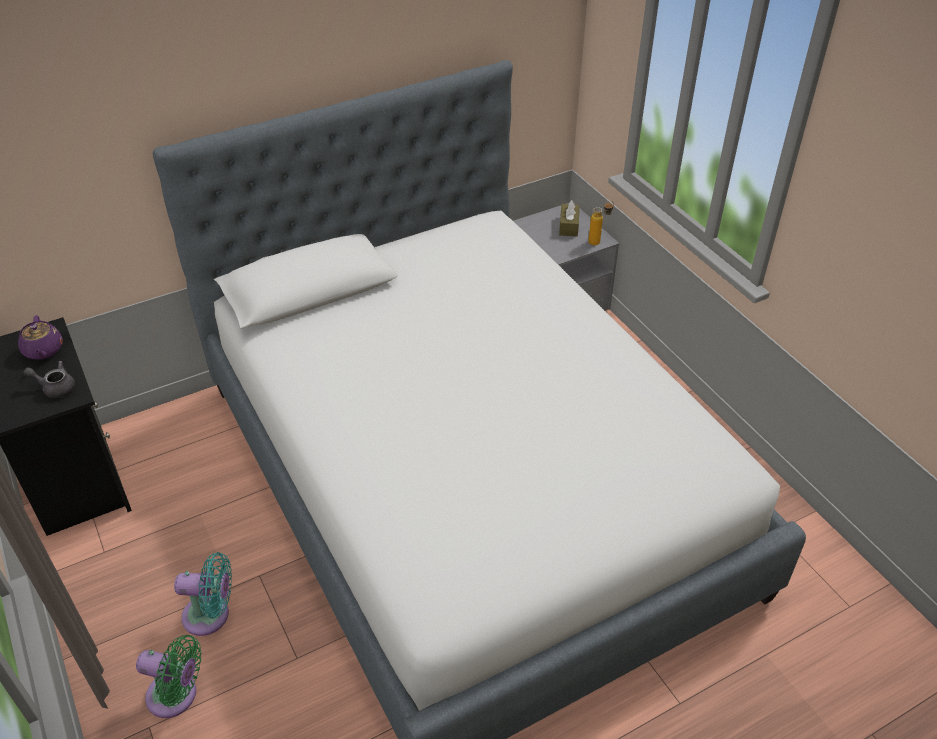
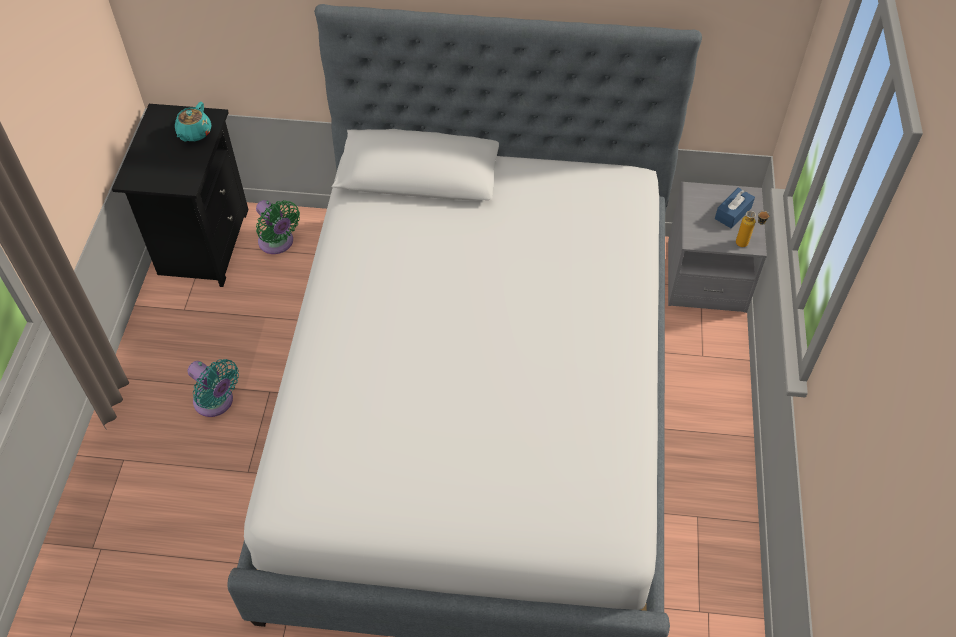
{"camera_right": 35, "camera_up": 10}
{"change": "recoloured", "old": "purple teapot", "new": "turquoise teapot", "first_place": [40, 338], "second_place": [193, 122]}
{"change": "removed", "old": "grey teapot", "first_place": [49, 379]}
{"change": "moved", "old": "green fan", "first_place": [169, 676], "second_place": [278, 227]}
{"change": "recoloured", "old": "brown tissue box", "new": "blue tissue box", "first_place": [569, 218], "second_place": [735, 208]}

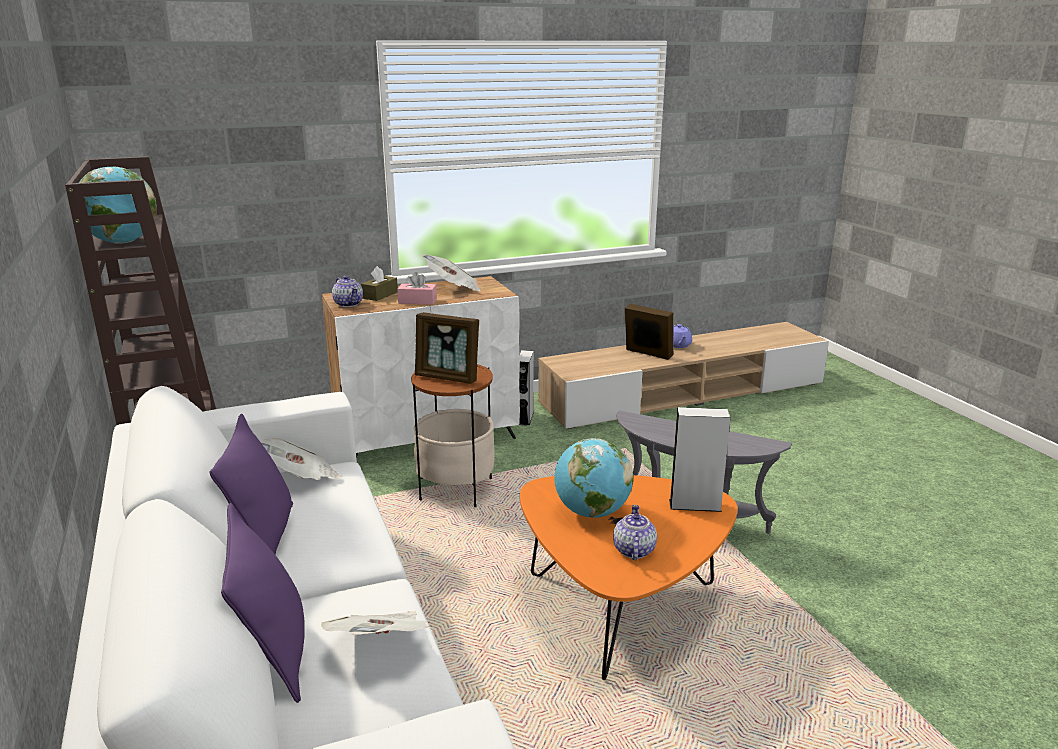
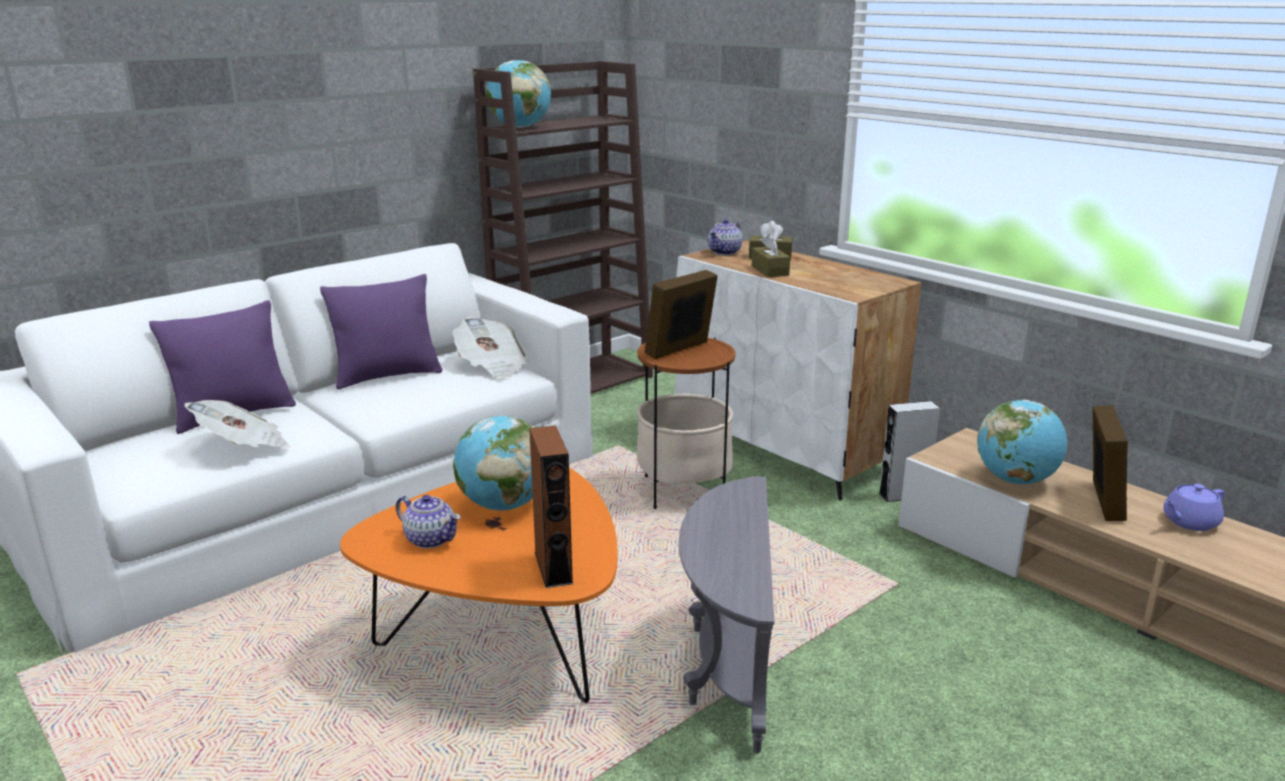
{"camera_right": 70, "camera_up": 0}
{"change": "recoloured", "old": "pink tissue box", "new": "brown tissue box", "first_place": [417, 288], "second_place": [771, 255]}
{"change": "turned", "old": "picture frame", "first_place": [447, 348], "second_place": [681, 314], "degrees": 45}
{"change": "removed", "old": "newspaper", "first_place": [451, 272]}
{"change": "turned", "old": "teapot", "first_place": [635, 532], "second_place": [428, 522], "degrees": 45}
{"change": "recoloured", "old": "grey speaker", "new": "brown speaker", "first_place": [700, 459], "second_place": [551, 506]}
{"change": "added", "new": "globe", "second_place": [1022, 442]}

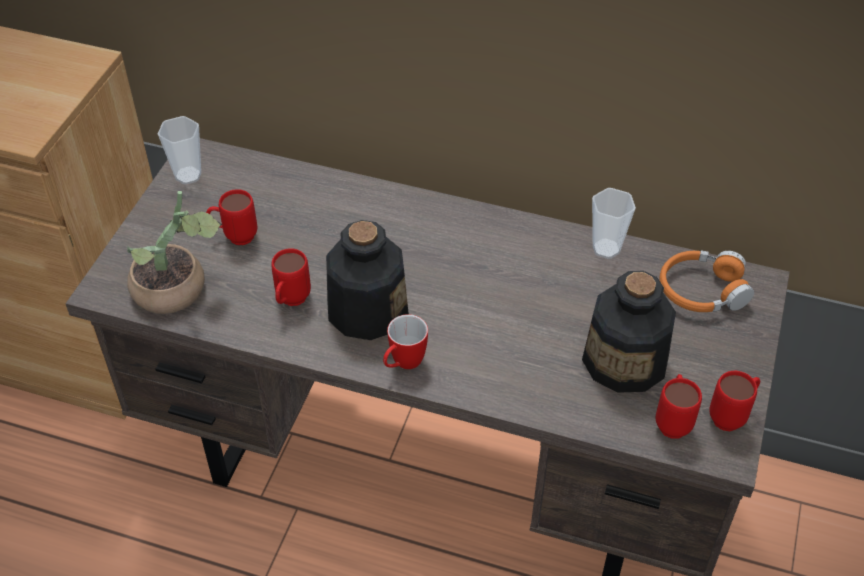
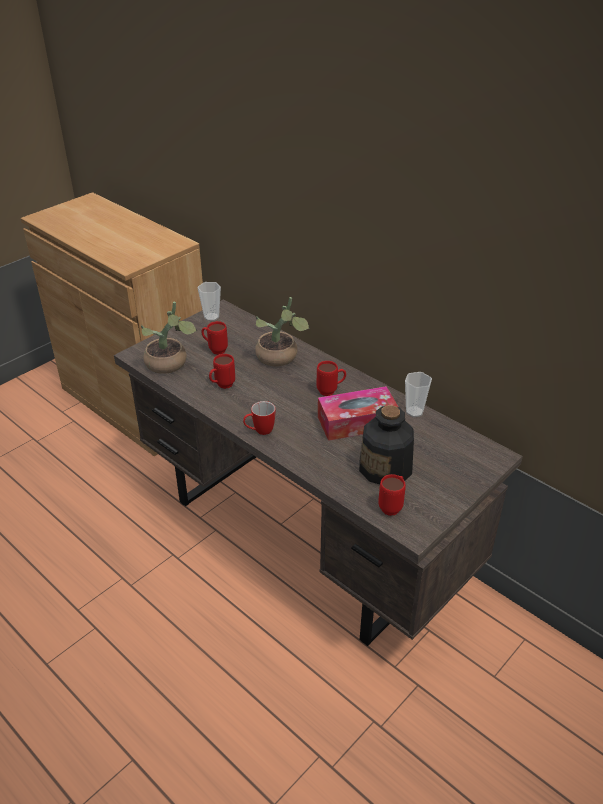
{"camera_right": 25, "camera_up": -10}
{"change": "removed", "old": "bottle", "first_place": [367, 280]}
{"change": "removed", "old": "orange headphones", "first_place": [706, 281]}
{"change": "moved", "old": "red mug", "first_place": [734, 401], "second_place": [331, 378]}
{"change": "added", "new": "potted plant", "second_place": [282, 331]}
{"change": "added", "new": "tissue box", "second_place": [358, 413]}

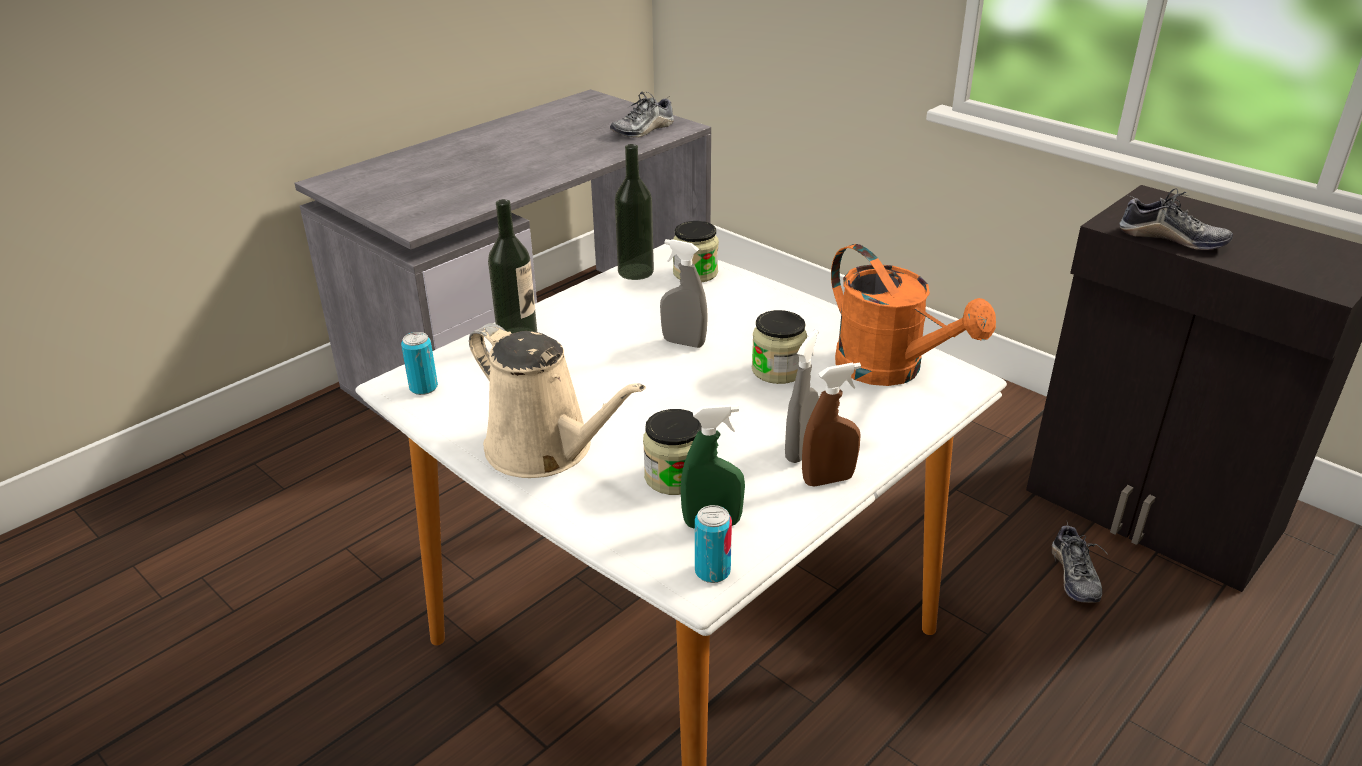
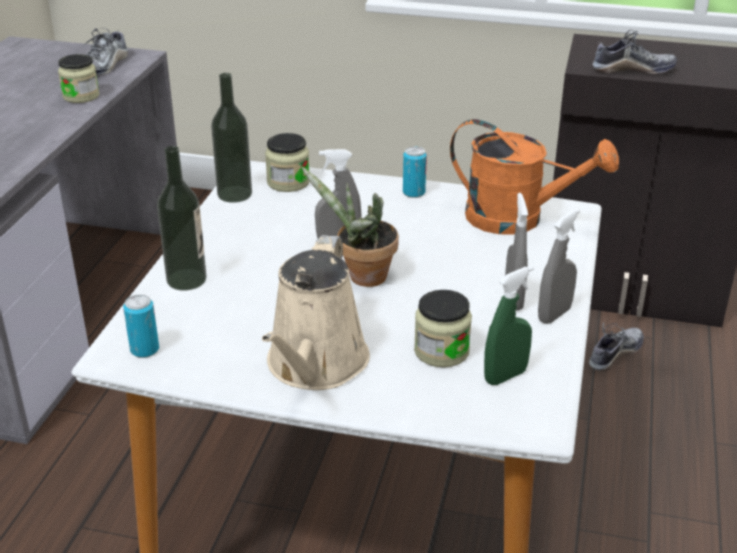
{"camera_right": -30, "camera_up": 0}
{"change": "turned", "old": "beige watering can", "first_place": [557, 400], "second_place": [316, 312], "degrees": 90}
{"change": "moved", "old": "can", "first_place": [713, 544], "second_place": [415, 172]}
{"change": "moved", "old": "jar", "first_place": [779, 347], "second_place": [78, 78]}
{"change": "recoloured", "old": "brown spray bottle", "new": "grey spray bottle", "first_place": [831, 424], "second_place": [559, 266]}
{"change": "turned", "old": "shoe", "first_place": [1080, 562], "second_place": [616, 347], "degrees": -105}
{"change": "added", "new": "potted plant", "second_place": [350, 227]}

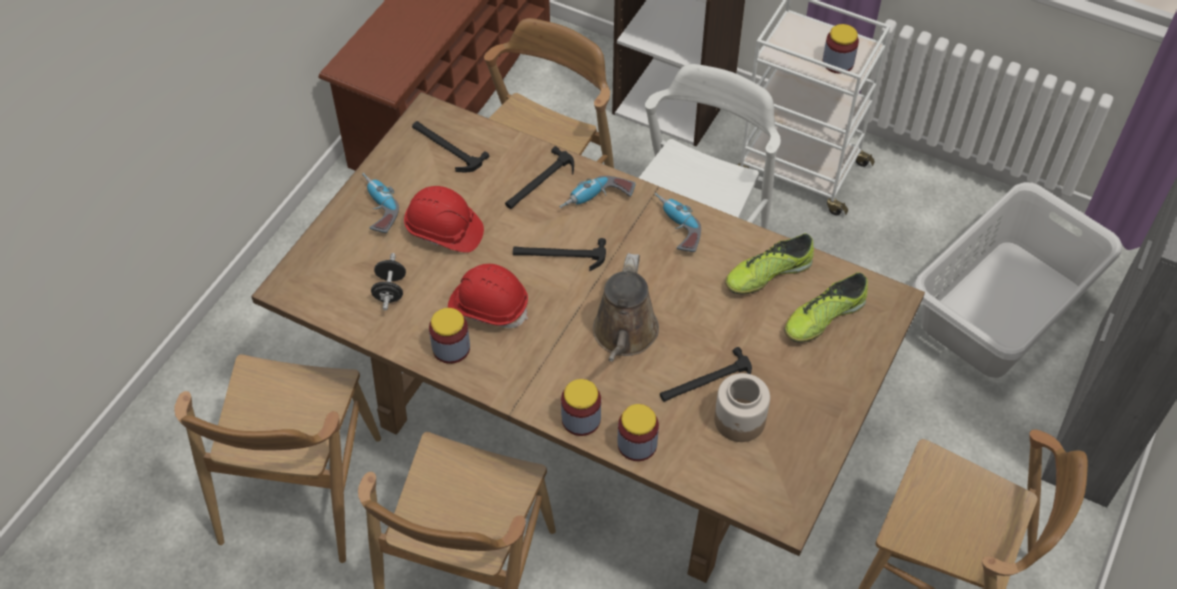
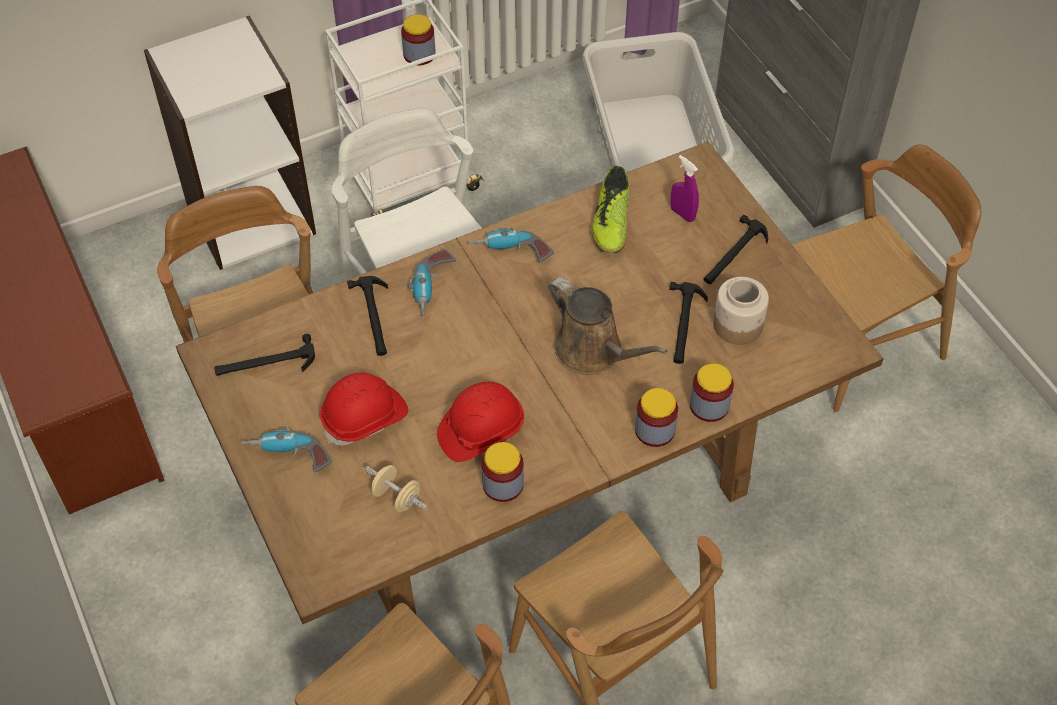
{"camera_right": -55, "camera_up": 0}
{"change": "recoloured", "old": "black dumbbell", "new": "beige dumbbell", "first_place": [388, 282], "second_place": [396, 488]}
{"change": "moved", "old": "hammer", "first_place": [559, 254], "second_place": [736, 249]}
{"change": "replaced", "old": "shoe", "new": "purple spray bottle", "first_place": [826, 307], "second_place": [684, 188]}

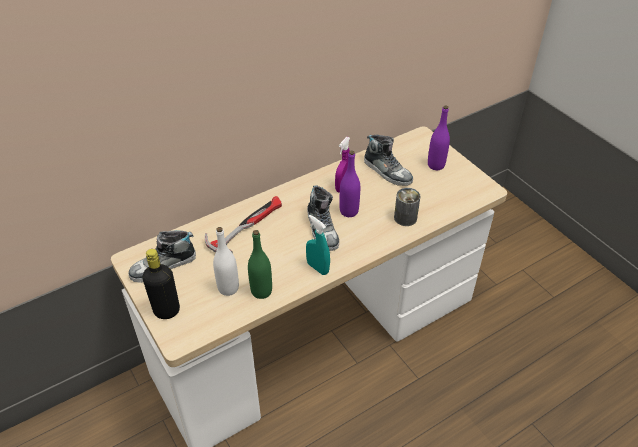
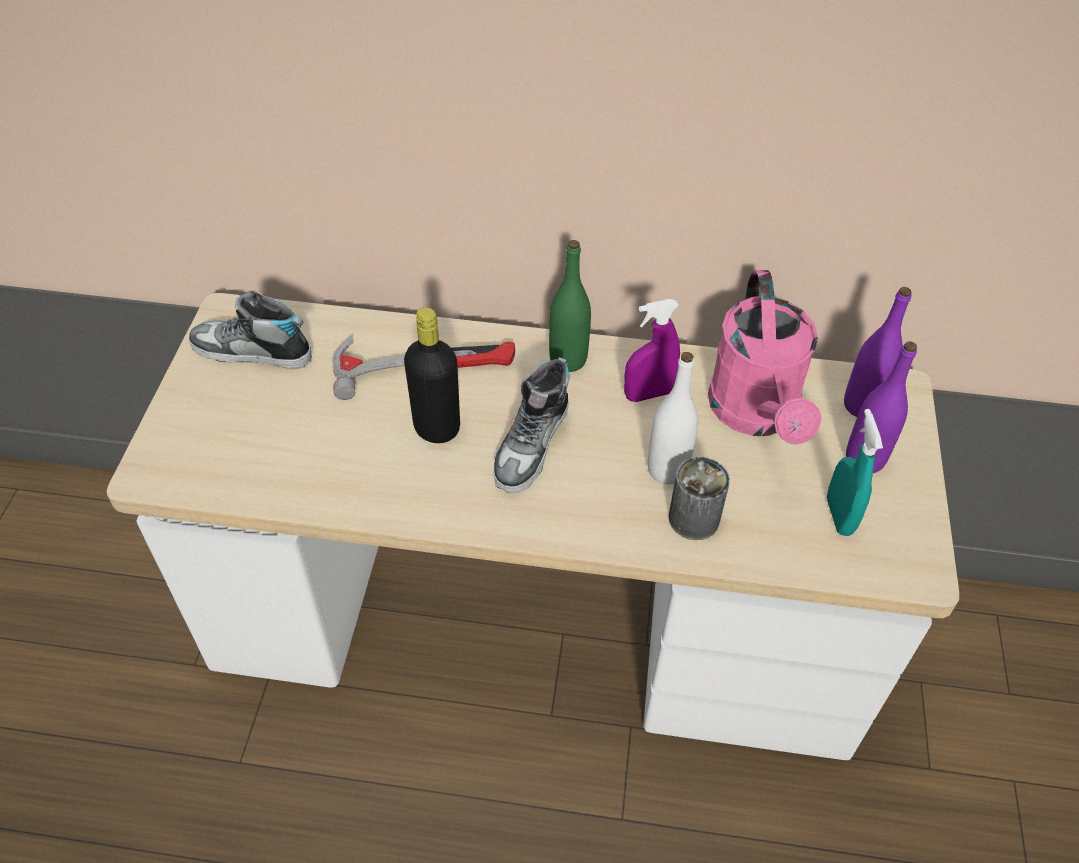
{"camera_right": 40, "camera_up": 5}
{"change": "moved", "old": "black bottle", "first_place": [161, 284], "second_place": [432, 375]}
{"change": "moved", "old": "white bottle", "first_place": [226, 261], "second_place": [673, 418]}
{"change": "moved", "old": "green bottle", "first_place": [260, 264], "second_place": [570, 306]}
{"change": "moved", "old": "turquoise spray bottle", "first_place": [318, 245], "second_place": [855, 472]}
{"change": "moved", "old": "purple bottle", "first_place": [349, 183], "second_place": [878, 352]}
{"change": "replaced", "old": "shoe", "new": "pink watering can", "first_place": [388, 160], "second_place": [764, 357]}

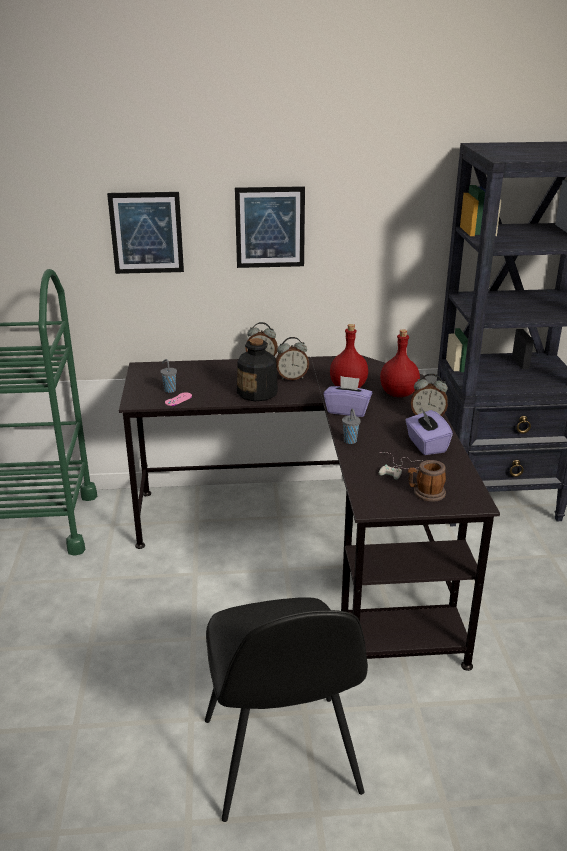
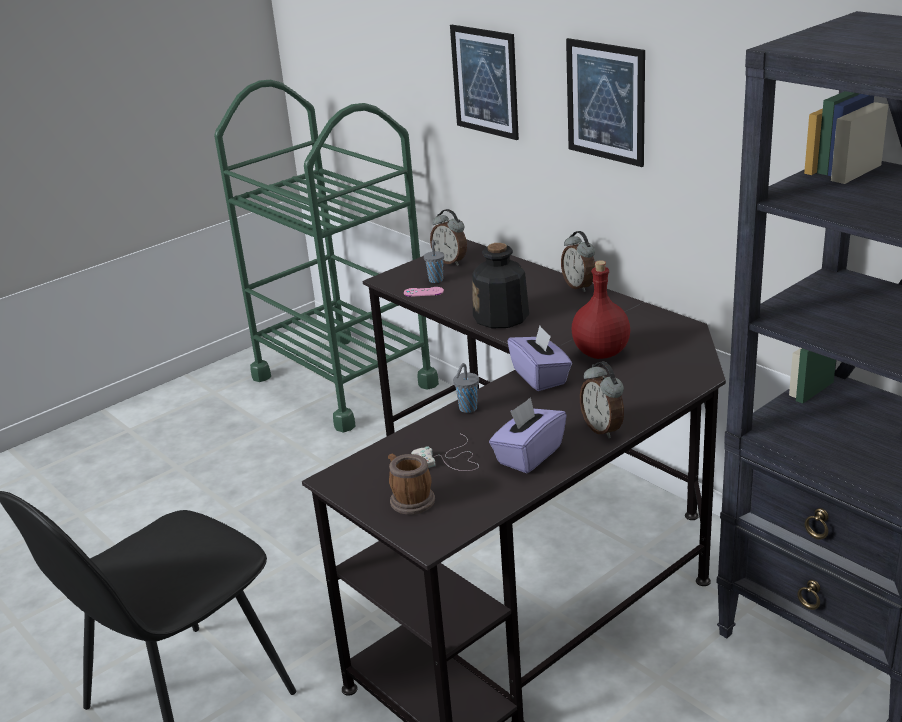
{"camera_right": 55, "camera_up": 0}
{"change": "moved", "old": "alarm clock", "first_place": [292, 358], "second_place": [448, 237]}
{"change": "removed", "old": "red bottle", "first_place": [400, 363]}

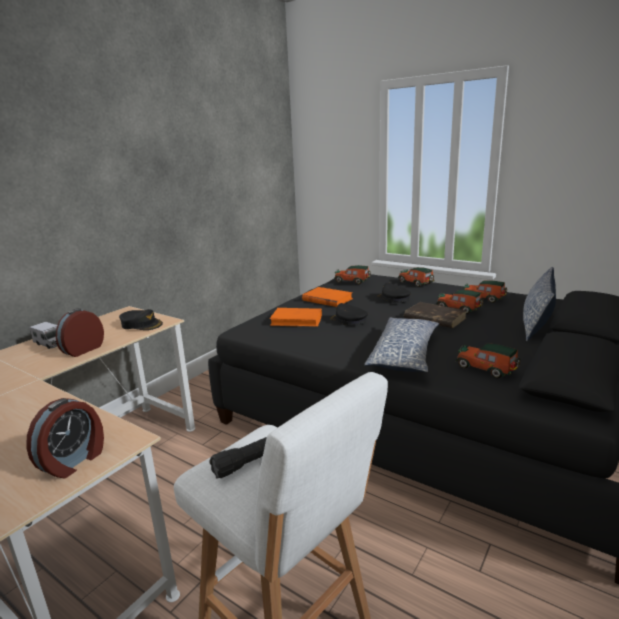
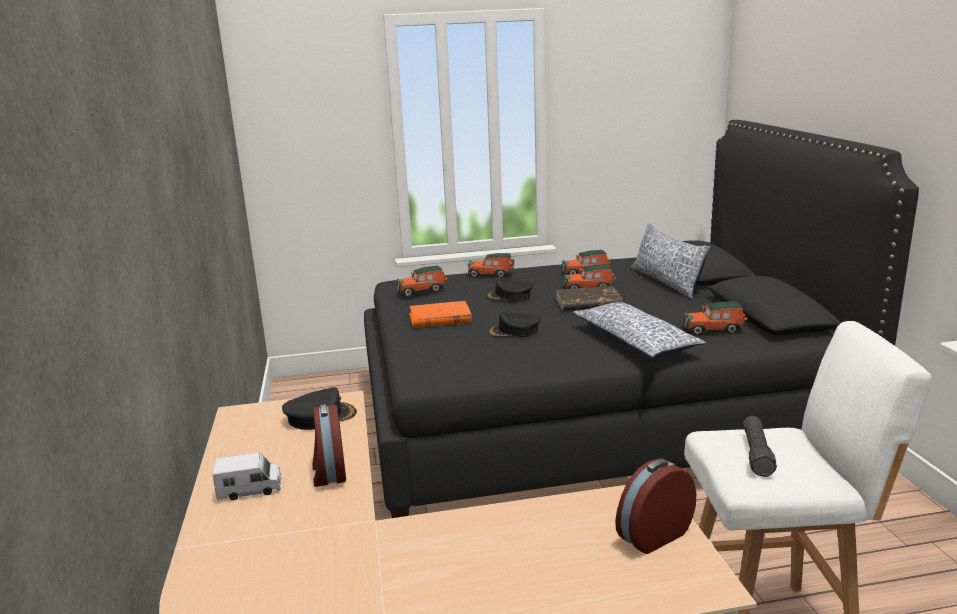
{"camera_right": -45, "camera_up": 0}
{"change": "turned", "old": "alarm clock", "first_place": [65, 438], "second_place": [655, 506], "degrees": -105}
{"change": "removed", "old": "orange book", "first_place": [296, 317]}

